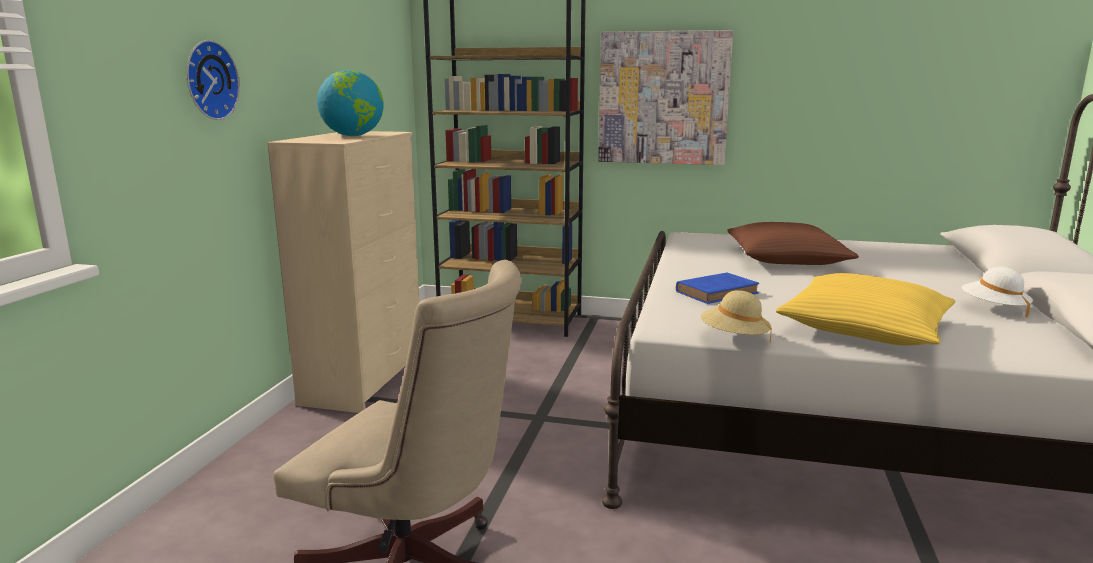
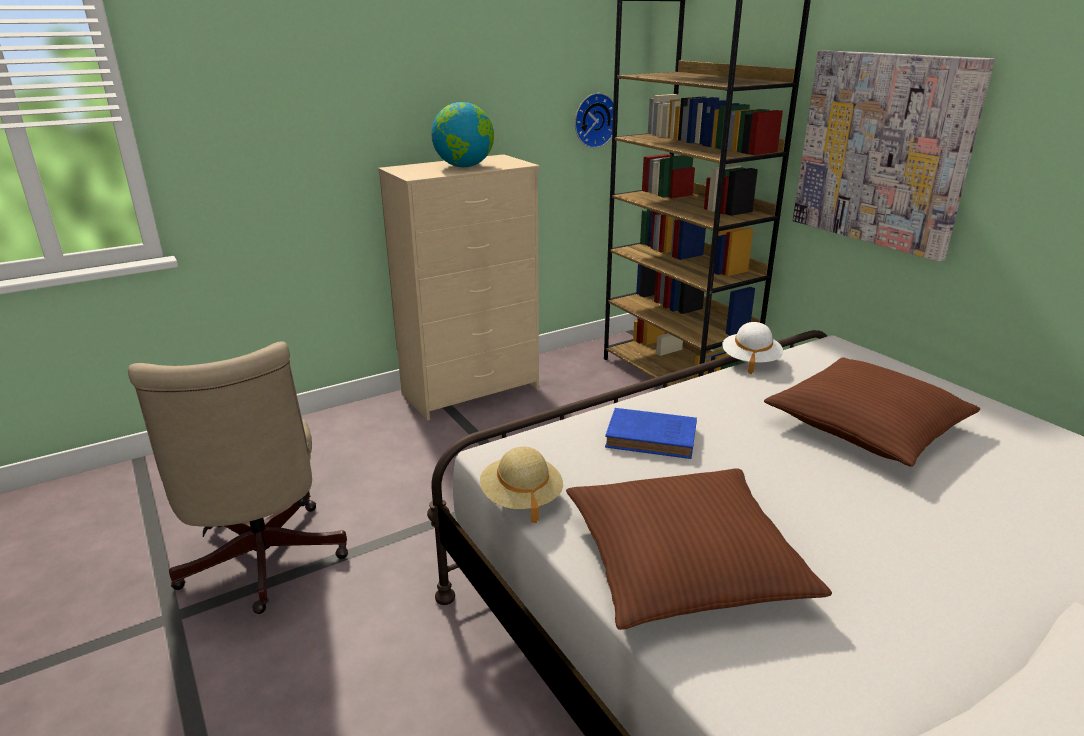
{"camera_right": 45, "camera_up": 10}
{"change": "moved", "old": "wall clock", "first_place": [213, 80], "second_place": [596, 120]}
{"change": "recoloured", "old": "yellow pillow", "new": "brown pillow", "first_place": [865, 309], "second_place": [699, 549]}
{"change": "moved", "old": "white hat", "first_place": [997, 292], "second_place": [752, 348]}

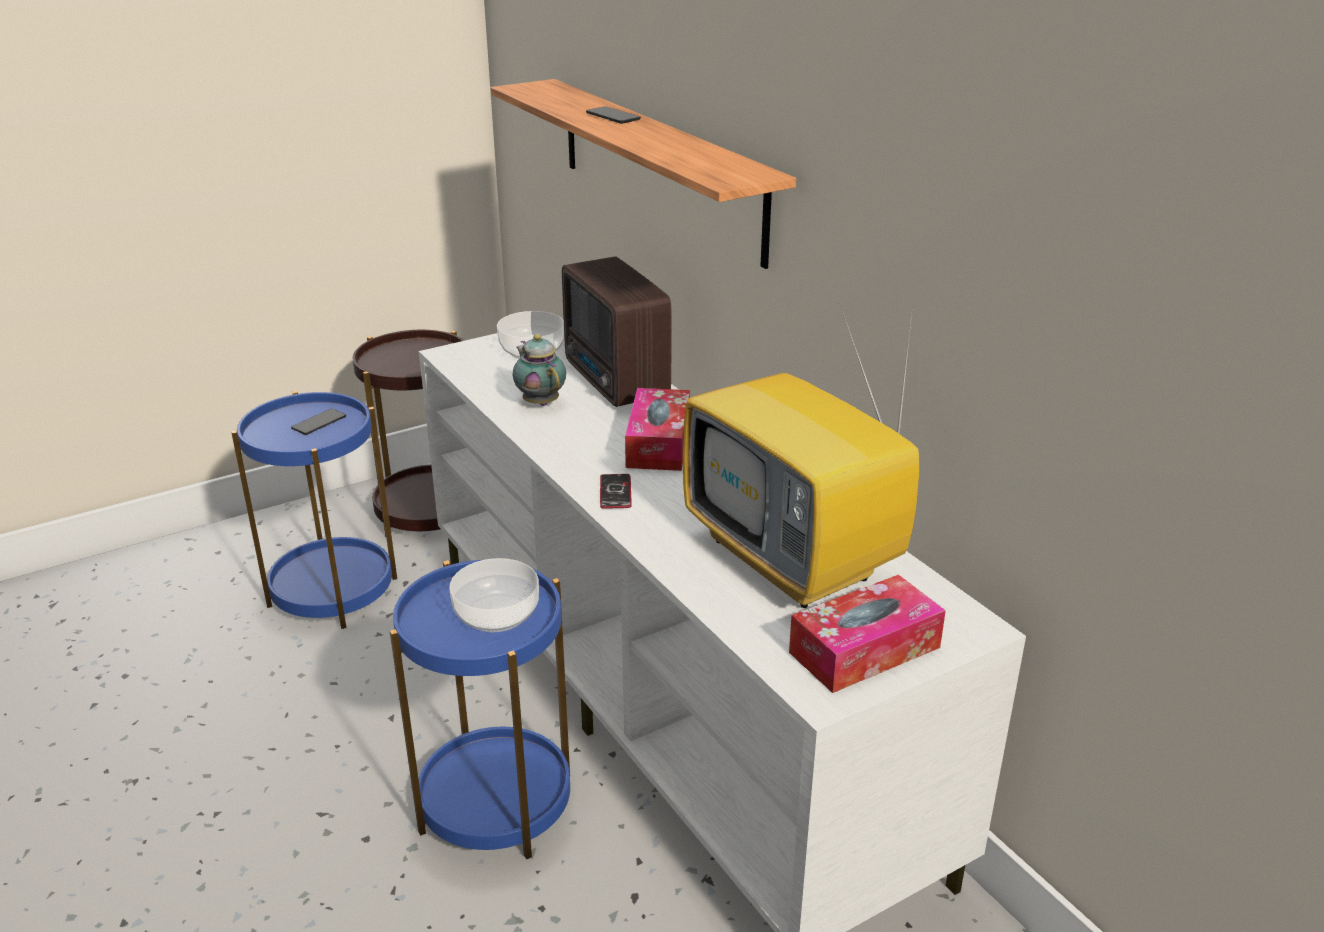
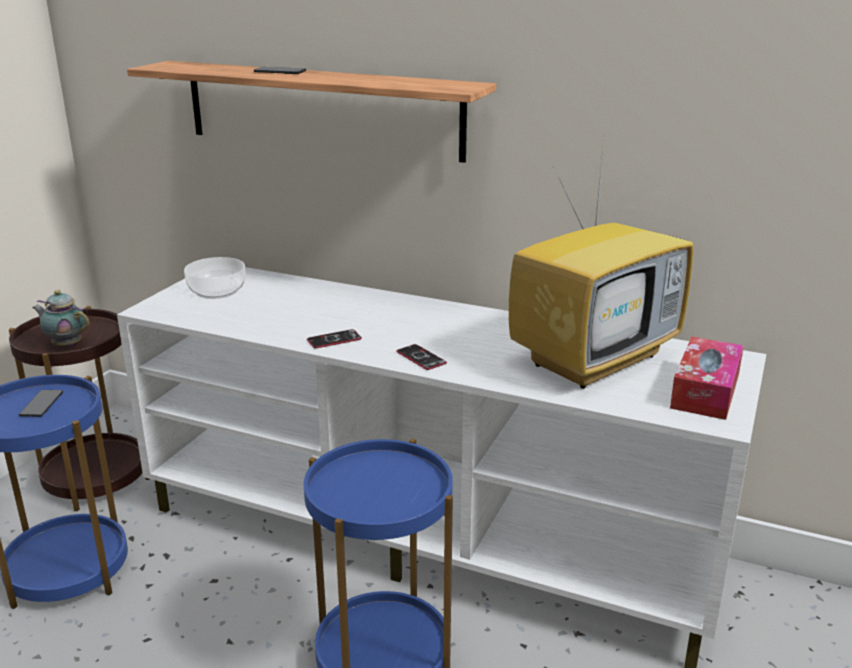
{"camera_right": -35, "camera_up": -5}
{"change": "removed", "old": "bowl", "first_place": [494, 595]}
{"change": "moved", "old": "teapot", "first_place": [539, 370], "second_place": [60, 318]}
{"change": "removed", "old": "radio", "first_place": [617, 331]}
{"change": "removed", "old": "tissue box", "first_place": [657, 429]}
{"change": "turned", "old": "television", "first_place": [801, 460], "second_place": [601, 263], "degrees": -60}
{"change": "added", "new": "phone", "second_place": [334, 338]}

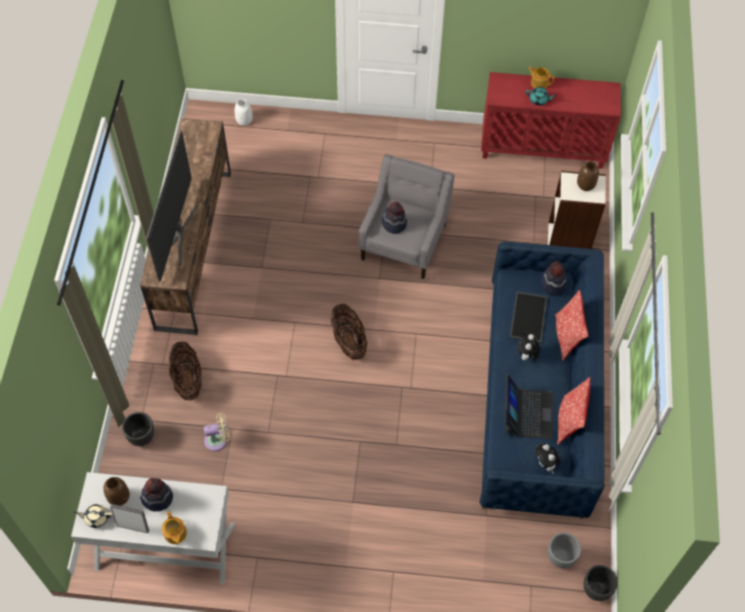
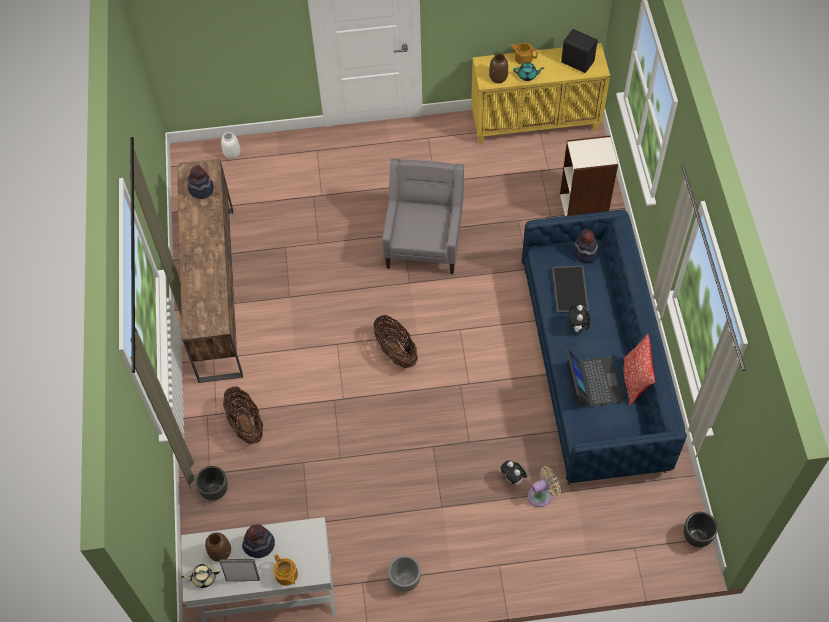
{"camera_right": -10, "camera_up": 0}
{"change": "removed", "old": "television", "first_place": [172, 206]}
{"change": "moved", "old": "beige fan", "first_place": [217, 432], "second_place": [544, 486]}
{"change": "moved", "old": "hat", "first_place": [394, 218], "second_place": [201, 182]}
{"change": "recoloured", "old": "red cabinet", "new": "yellow cabinet", "first_place": [551, 120], "second_place": [540, 93]}
{"change": "moved", "old": "plush toy", "first_place": [548, 458], "second_place": [514, 473]}
{"change": "moved", "old": "grey planter", "first_place": [564, 550], "second_place": [404, 574]}
{"change": "removed", "old": "pillow", "first_place": [571, 325]}
{"change": "moved", "old": "brown vase", "first_place": [588, 176], "second_place": [498, 68]}
{"change": "added", "new": "black speaker", "second_place": [579, 51]}

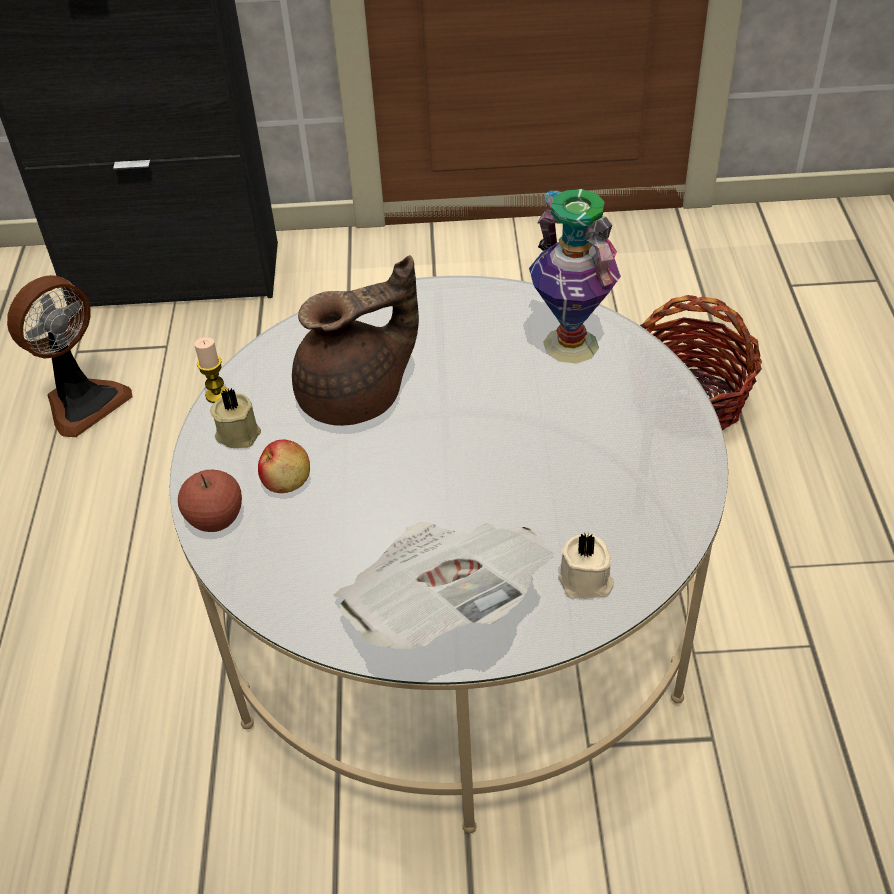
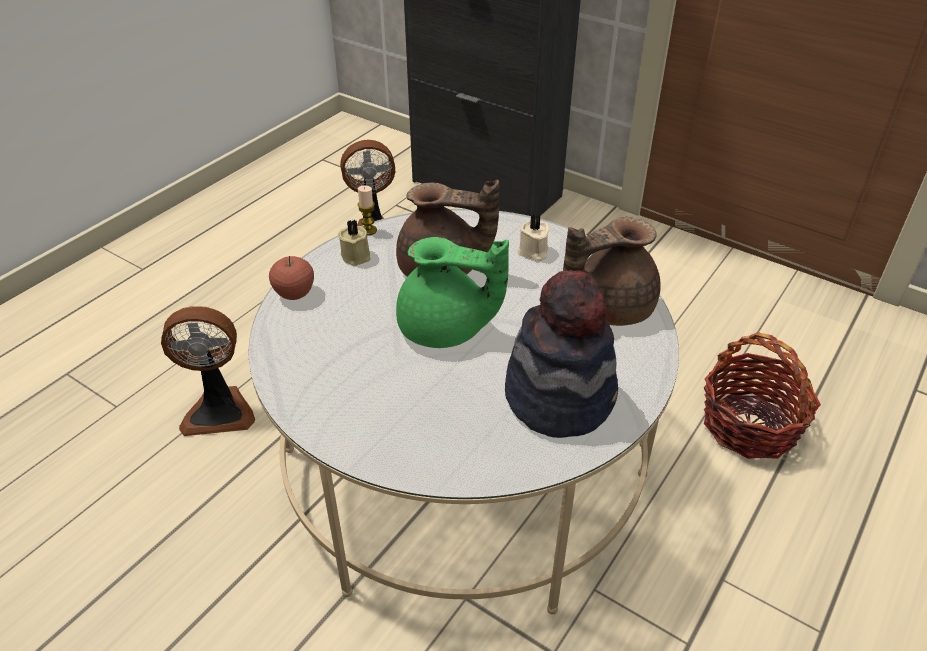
{"camera_right": 35, "camera_up": -5}
{"change": "removed", "old": "apple", "first_place": [284, 466]}
{"change": "removed", "old": "newspaper", "first_place": [443, 585]}
{"change": "replaced", "old": "vase", "new": "brown teapot", "first_place": [575, 276], "second_place": [612, 271]}
{"change": "moved", "old": "beige candle", "first_place": [586, 566], "second_place": [534, 238]}
{"change": "added", "new": "fan", "second_place": [208, 371]}
{"change": "added", "new": "green teapot", "second_place": [452, 292]}
{"change": "added", "new": "hat", "second_place": [561, 354]}

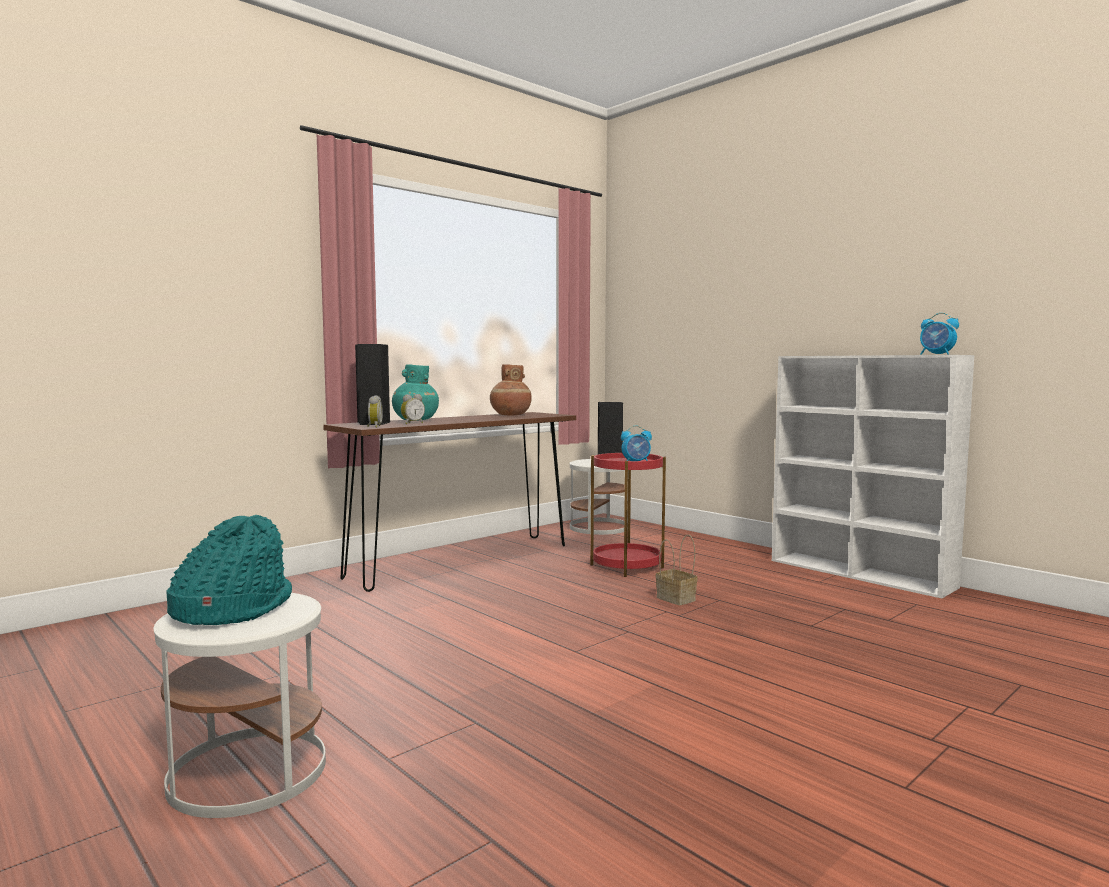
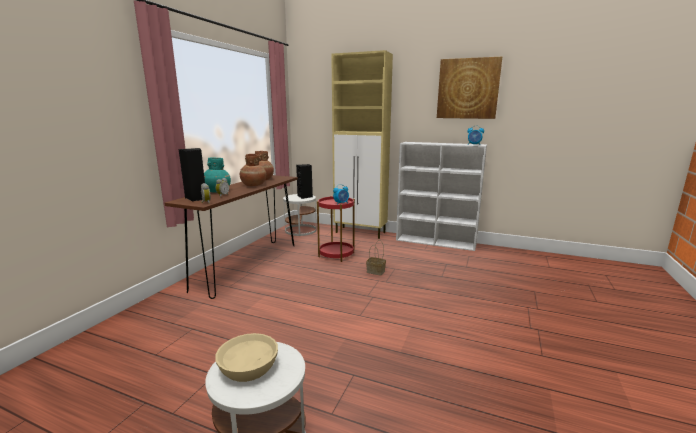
{"camera_right": -25, "camera_up": 10}
{"change": "replaced", "old": "turquoise hat", "new": "beige bowl", "first_place": [229, 570], "second_place": [246, 357]}
{"change": "added", "new": "brown vase", "second_place": [253, 170]}
{"change": "added", "new": "beige cabinet", "second_place": [362, 144]}
{"change": "added", "new": "picture", "second_place": [469, 88]}

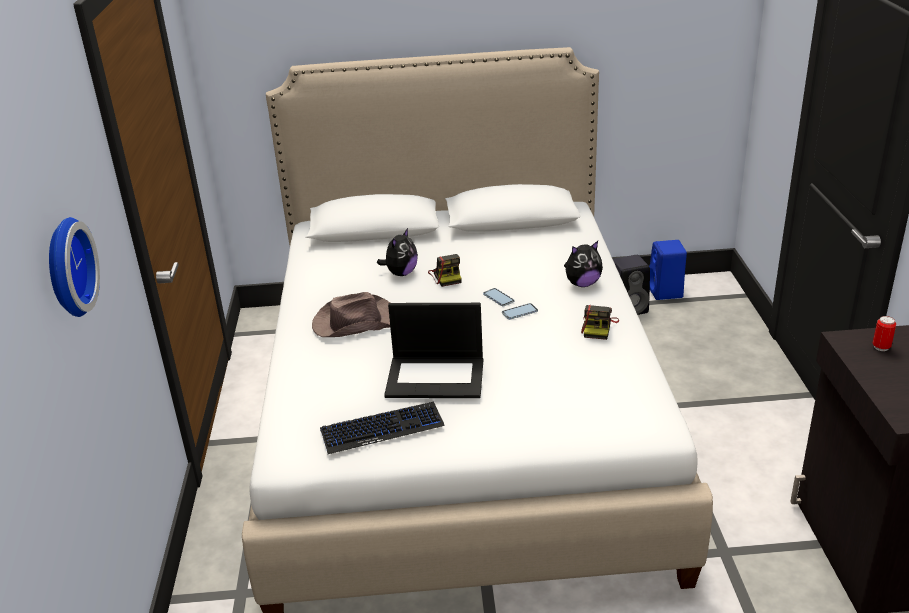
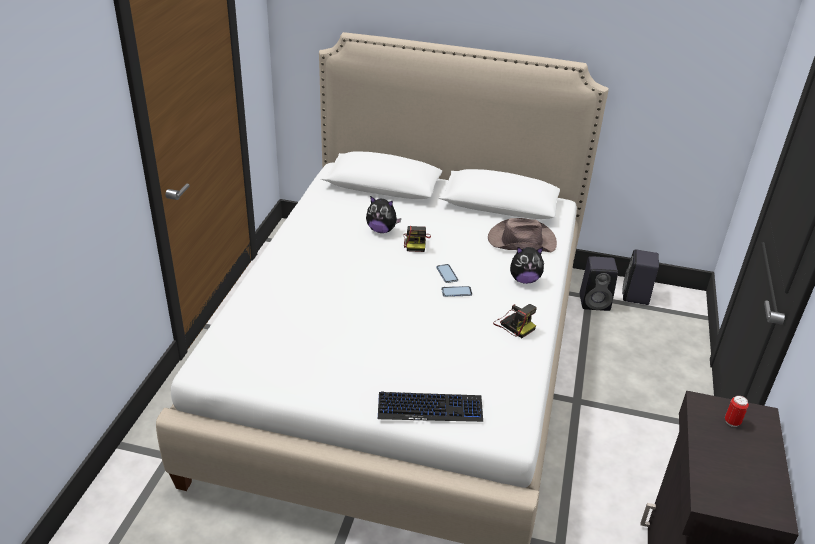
{"camera_right": 15, "camera_up": 5}
{"change": "removed", "old": "wall clock", "first_place": [74, 267]}
{"change": "moved", "old": "brown hat", "first_place": [351, 314], "second_place": [522, 235]}
{"change": "moved", "old": "keyboard", "first_place": [382, 428], "second_place": [430, 407]}
{"change": "turned", "old": "plush toy", "first_place": [397, 252], "second_place": [384, 214], "degrees": 60}
{"change": "removed", "old": "laptop", "first_place": [433, 350]}
{"change": "turned", "old": "photo camera", "first_place": [600, 322], "second_place": [515, 321], "degrees": -75}
{"change": "recoloured", "old": "blue speaker", "new": "black speaker", "first_place": [668, 270], "second_place": [640, 277]}

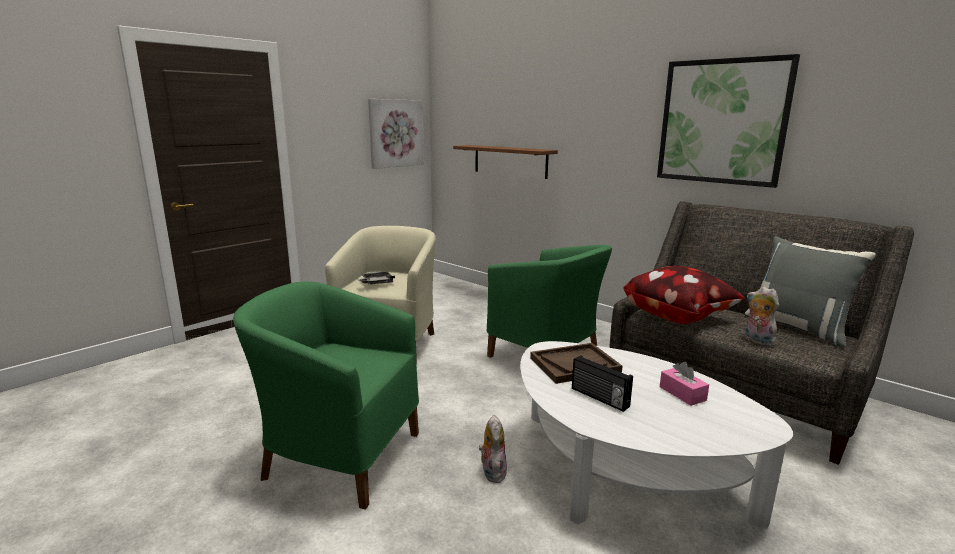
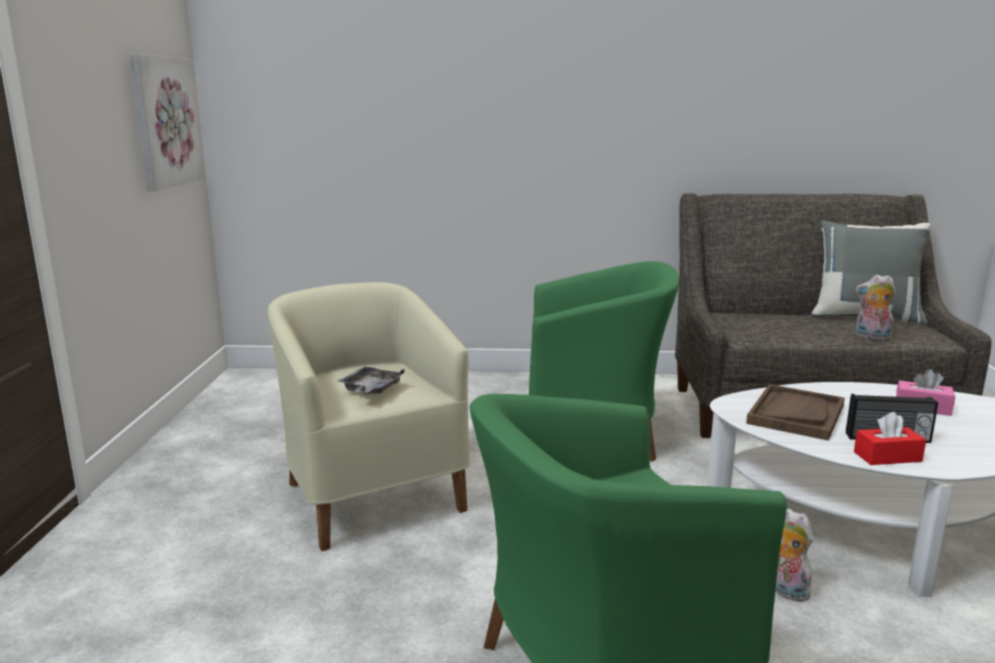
{"camera_right": -40, "camera_up": 0}
{"change": "removed", "old": "brown shelf", "first_place": [505, 162]}
{"change": "removed", "old": "pillow", "first_place": [684, 295]}
{"change": "removed", "old": "picture", "first_place": [728, 121]}
{"change": "added", "new": "red tissue box", "second_place": [890, 438]}

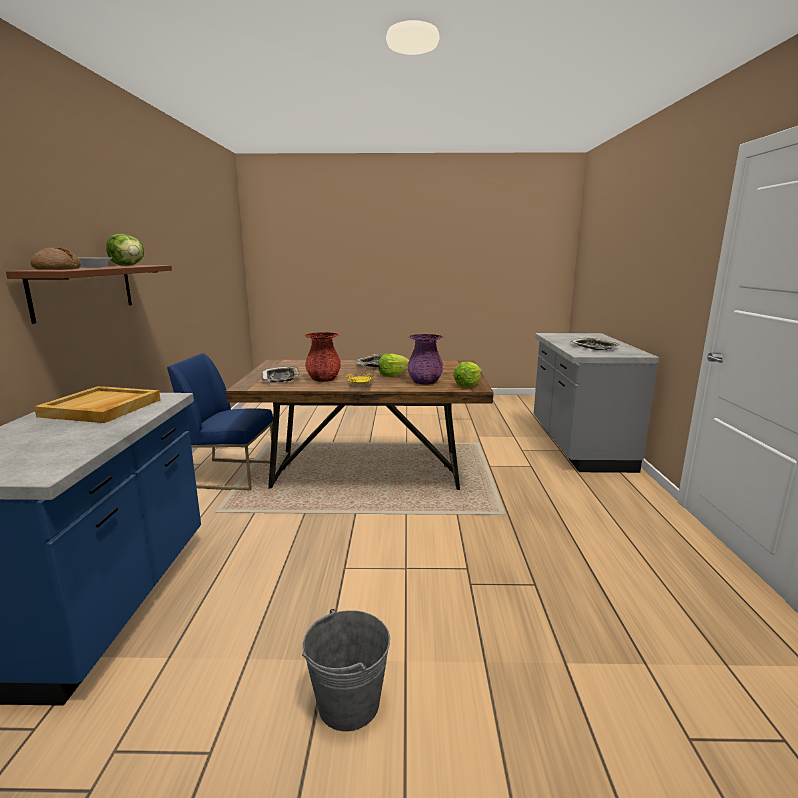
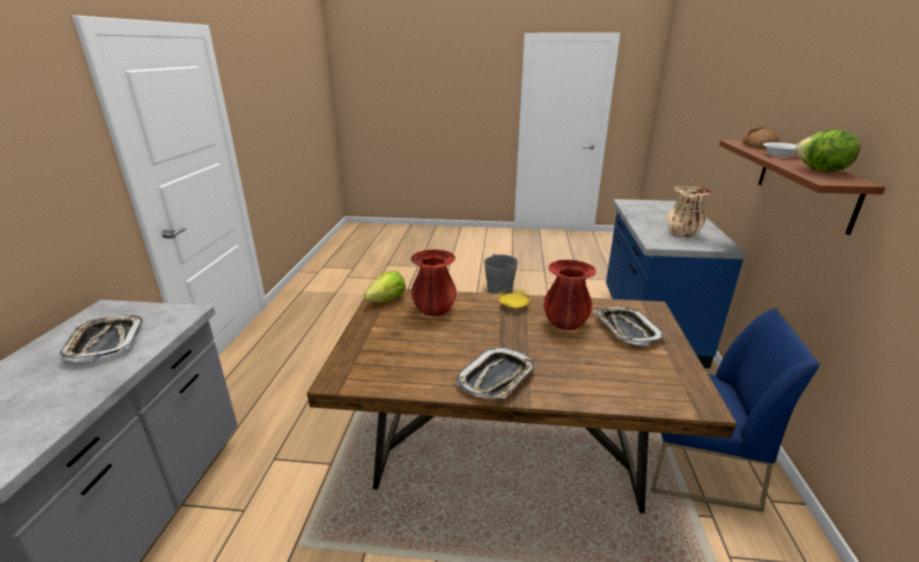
{"camera_right": -175, "camera_up": 10}
{"change": "replaced", "old": "beige tray", "new": "beige vase", "first_place": [97, 404], "second_place": [689, 211]}
{"change": "removed", "old": "lettuce", "first_place": [393, 365]}
{"change": "recoloured", "old": "purple vase", "new": "red vase", "first_place": [425, 359], "second_place": [433, 283]}

